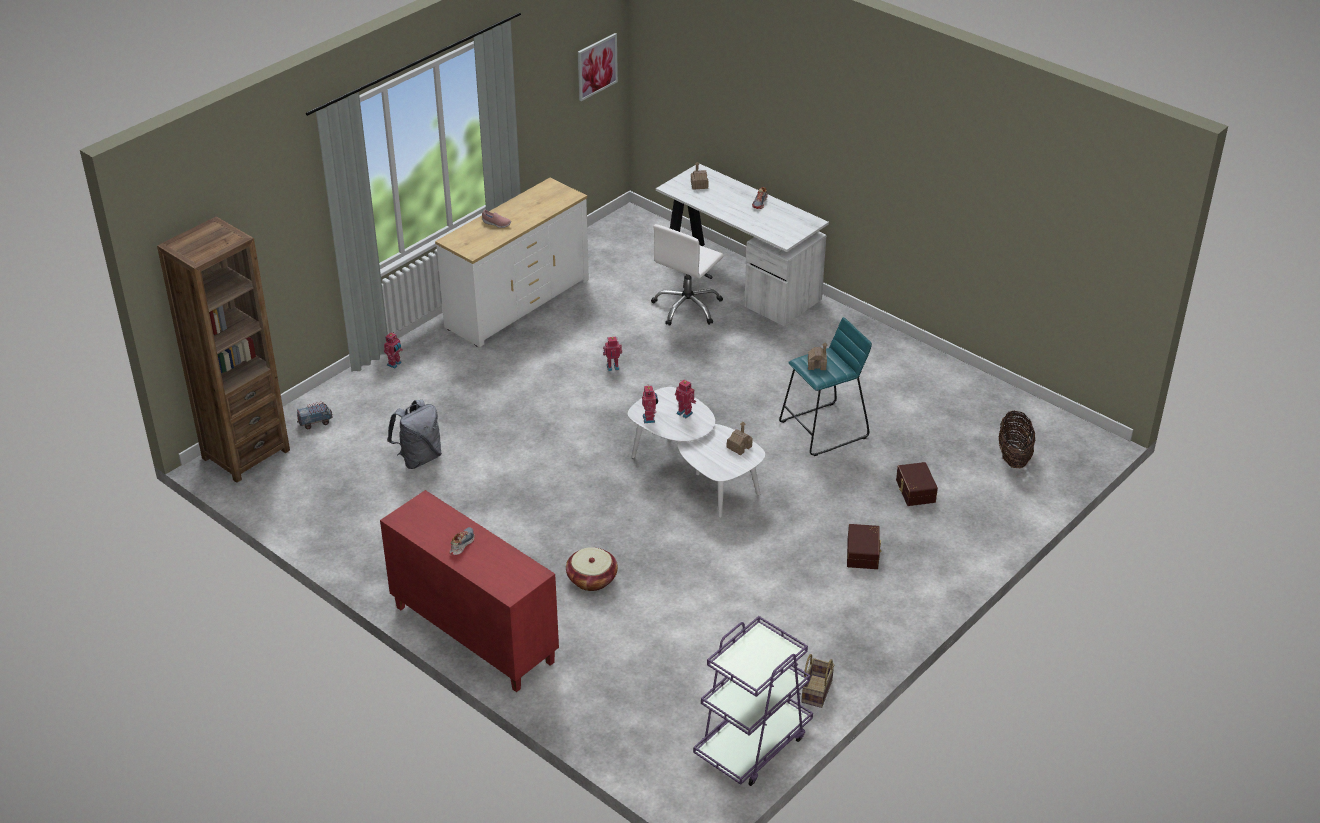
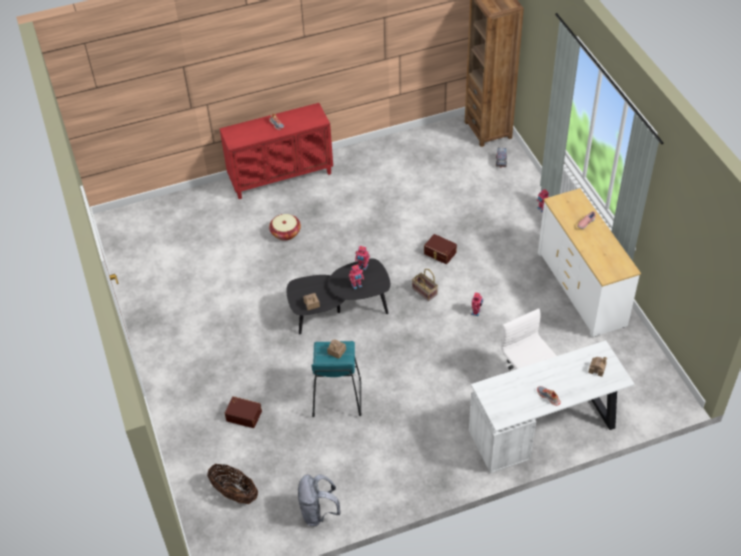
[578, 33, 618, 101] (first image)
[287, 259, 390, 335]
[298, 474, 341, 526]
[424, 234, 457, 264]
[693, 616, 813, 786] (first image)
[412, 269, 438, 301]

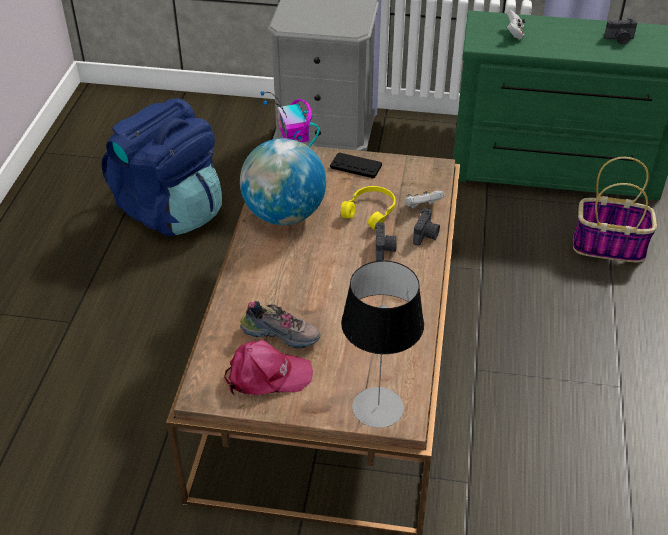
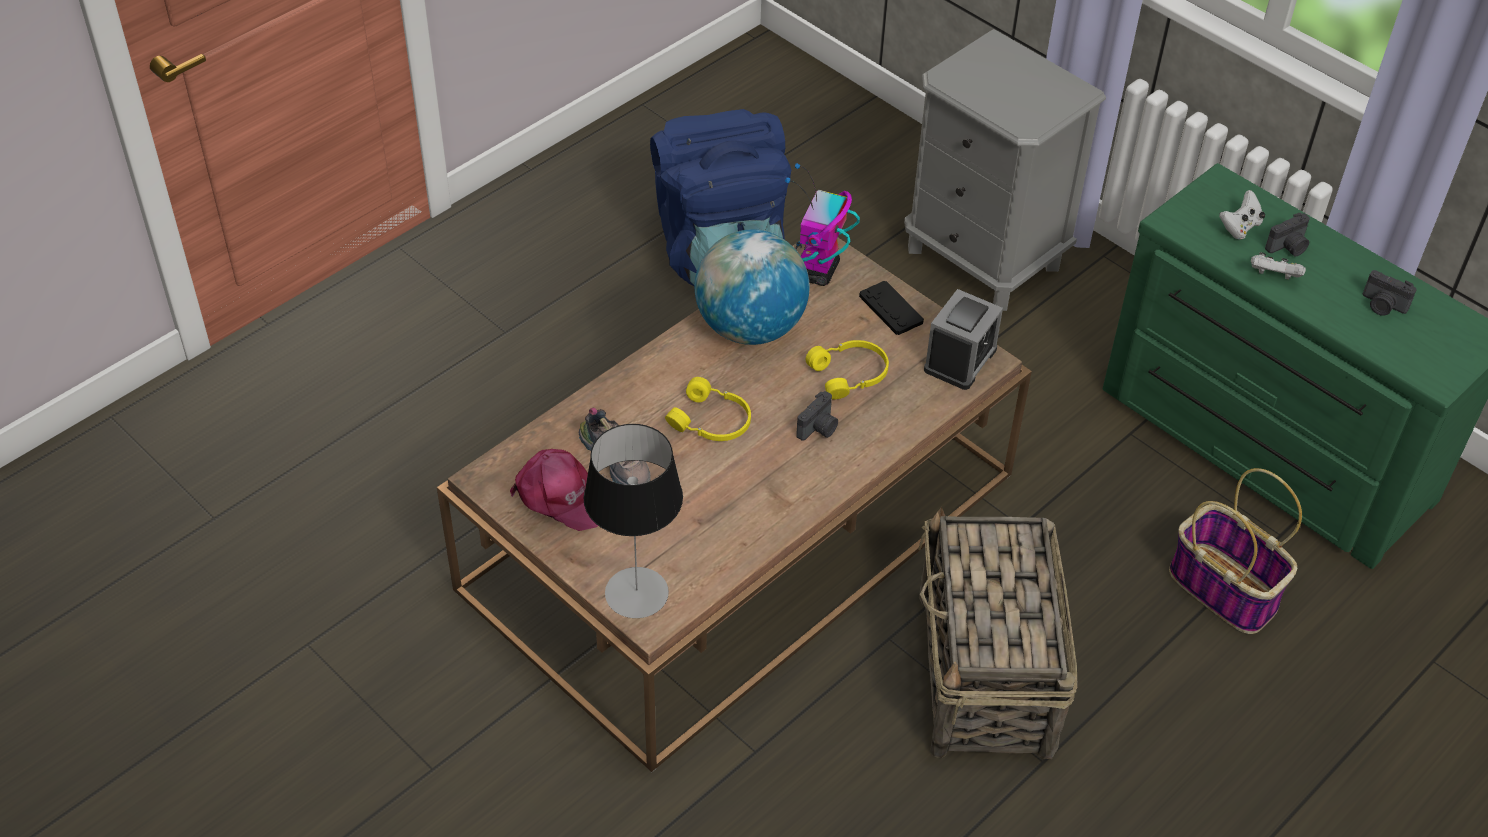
[1251, 252, 1306, 280]
[1265, 213, 1310, 256]
[924, 289, 1003, 390]
[665, 377, 751, 441]
[918, 507, 1078, 759]

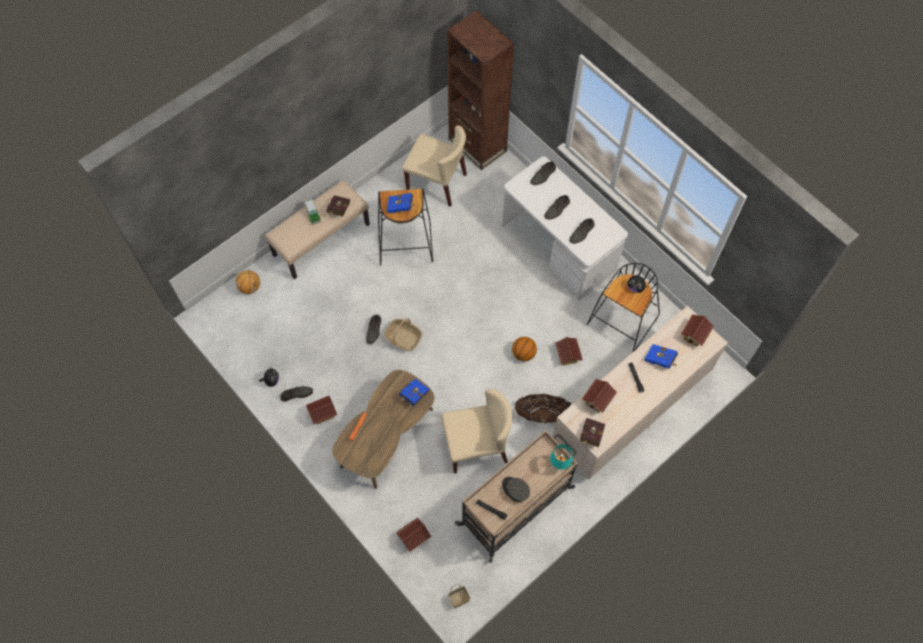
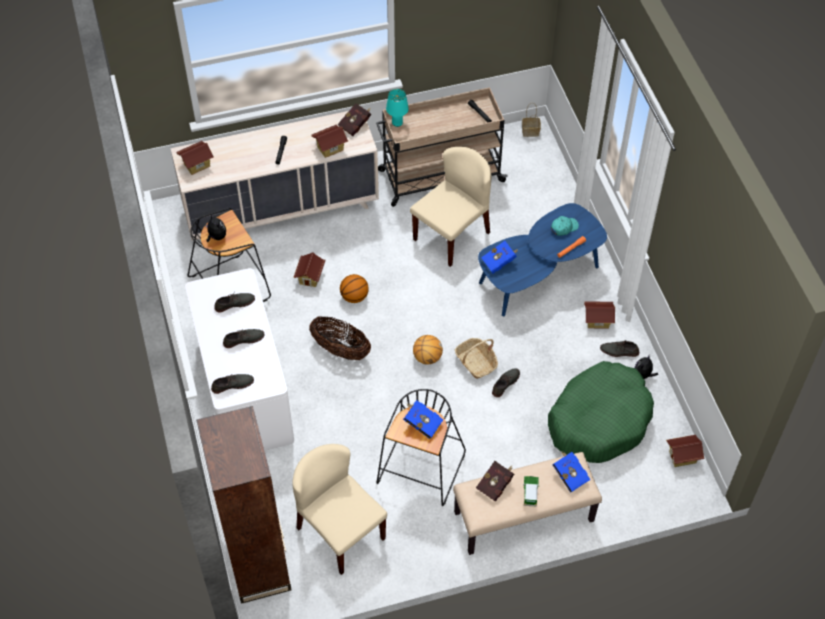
[413, 335, 443, 365]
[552, 451, 590, 493]
[478, 203, 607, 316]
[410, 147, 491, 267]
[309, 316, 371, 360]
[502, 477, 530, 502] (first image)
[666, 435, 705, 467]
[551, 216, 579, 236]
[548, 361, 654, 463]

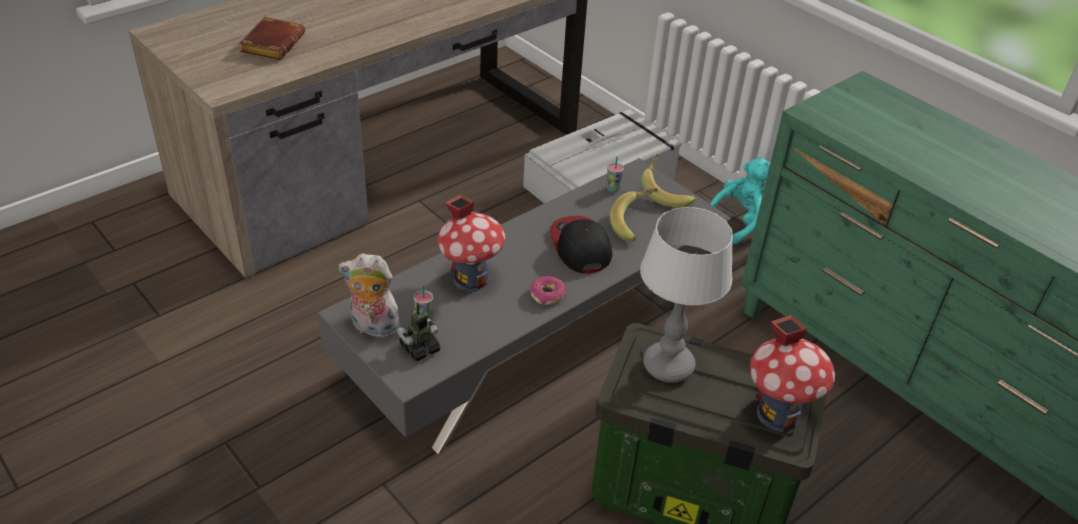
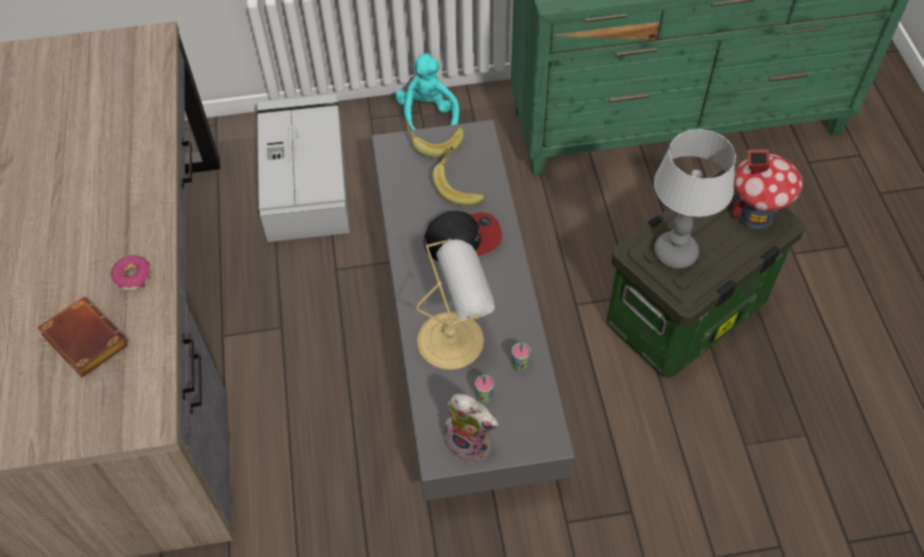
[512, 342, 531, 372]
[416, 239, 495, 370]
[423, 211, 502, 261]
[442, 394, 498, 464]
[111, 255, 150, 290]
[397, 303, 440, 361] (first image)

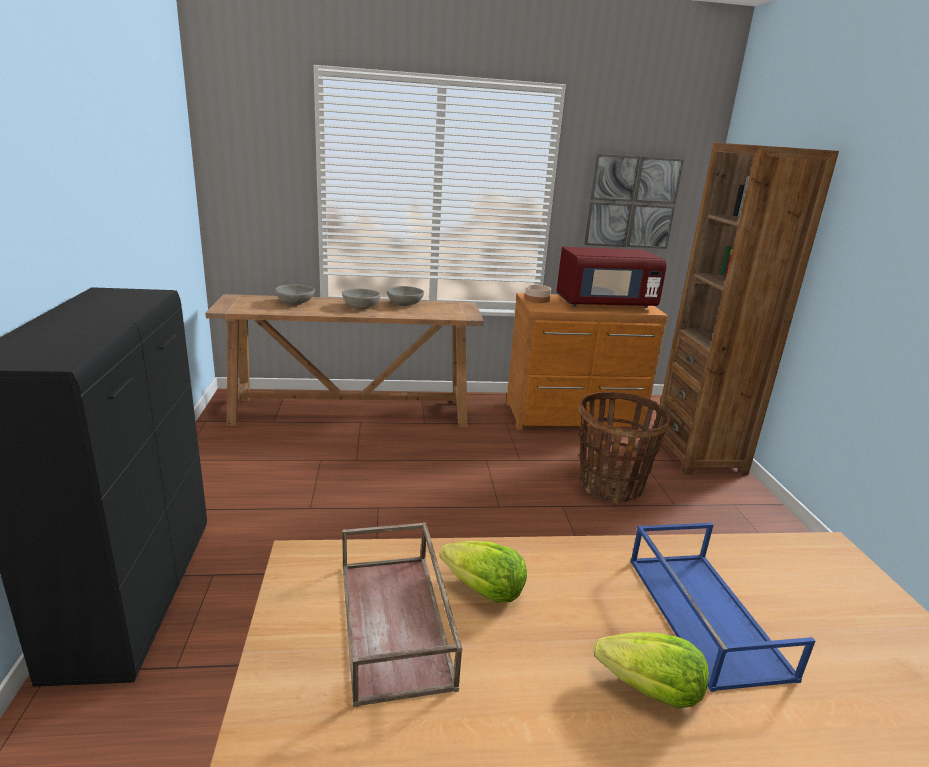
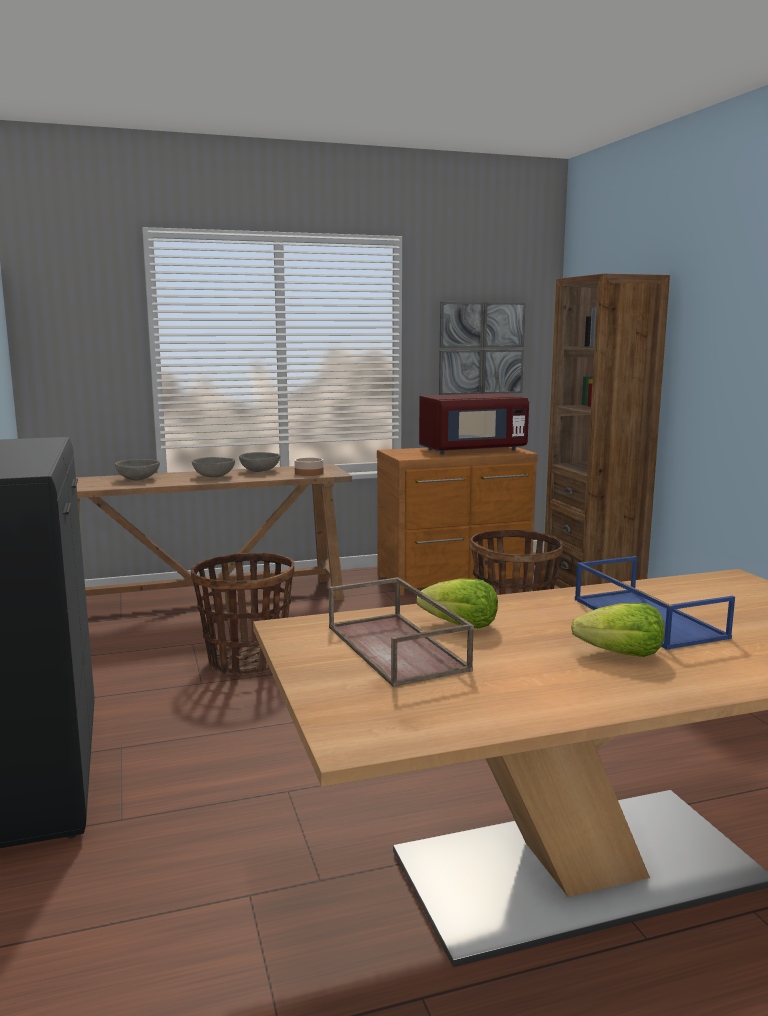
[294, 457, 324, 476]
[191, 553, 294, 675]

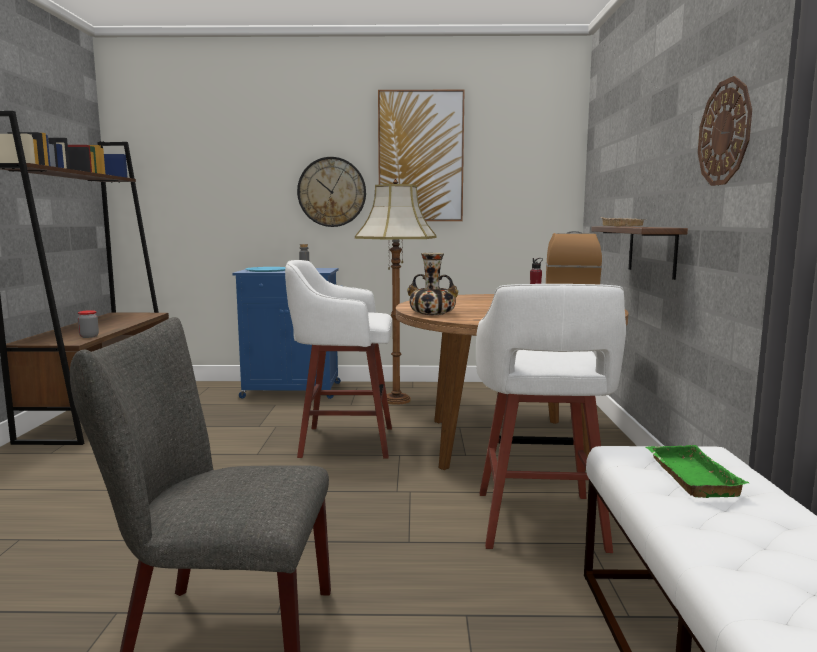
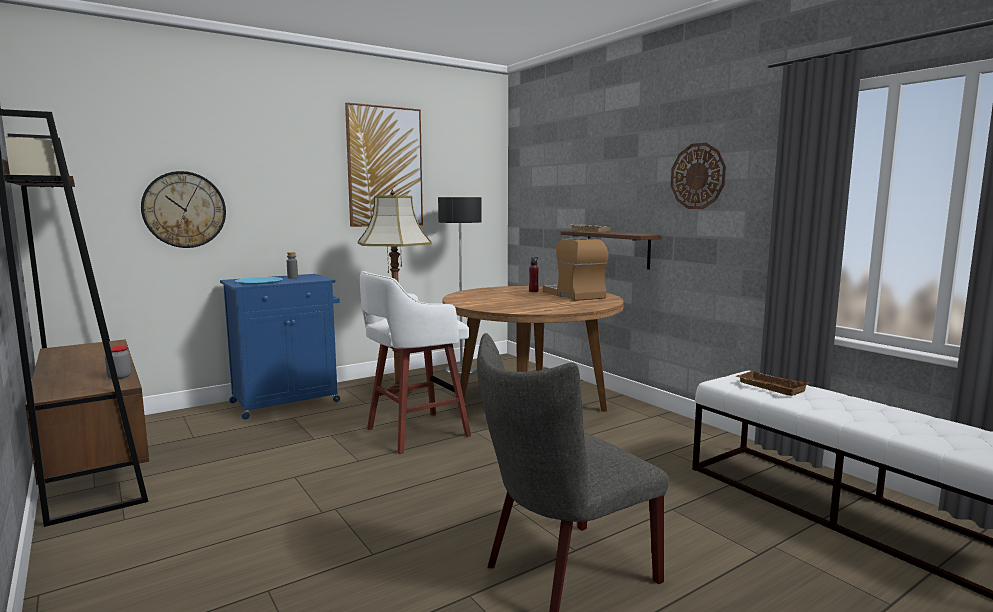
[141, 171, 226, 248]
[407, 253, 458, 315] (first image)
[476, 284, 626, 553] (first image)
[735, 371, 810, 396]
[438, 197, 482, 376]

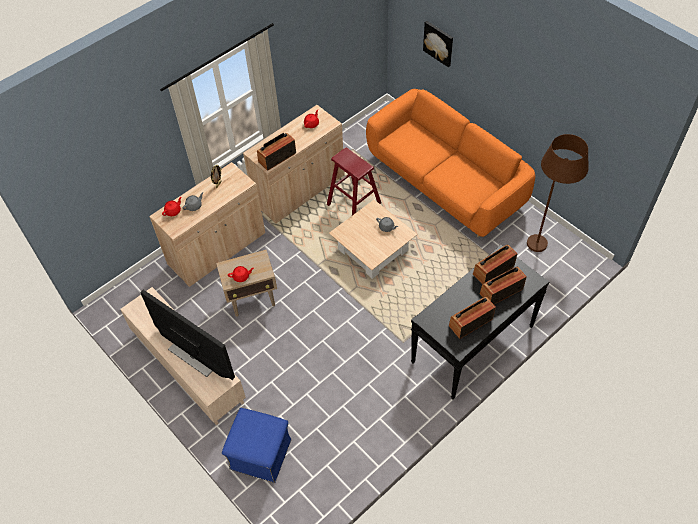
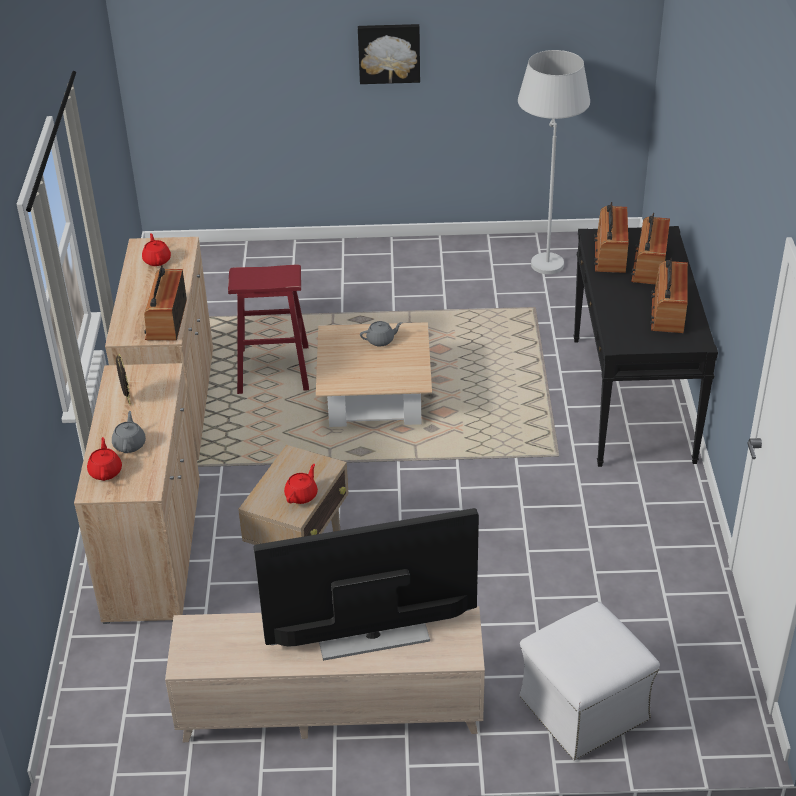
[358, 24, 420, 84]
[366, 89, 535, 237] (first image)
[518, 50, 590, 274]
[519, 601, 660, 760]

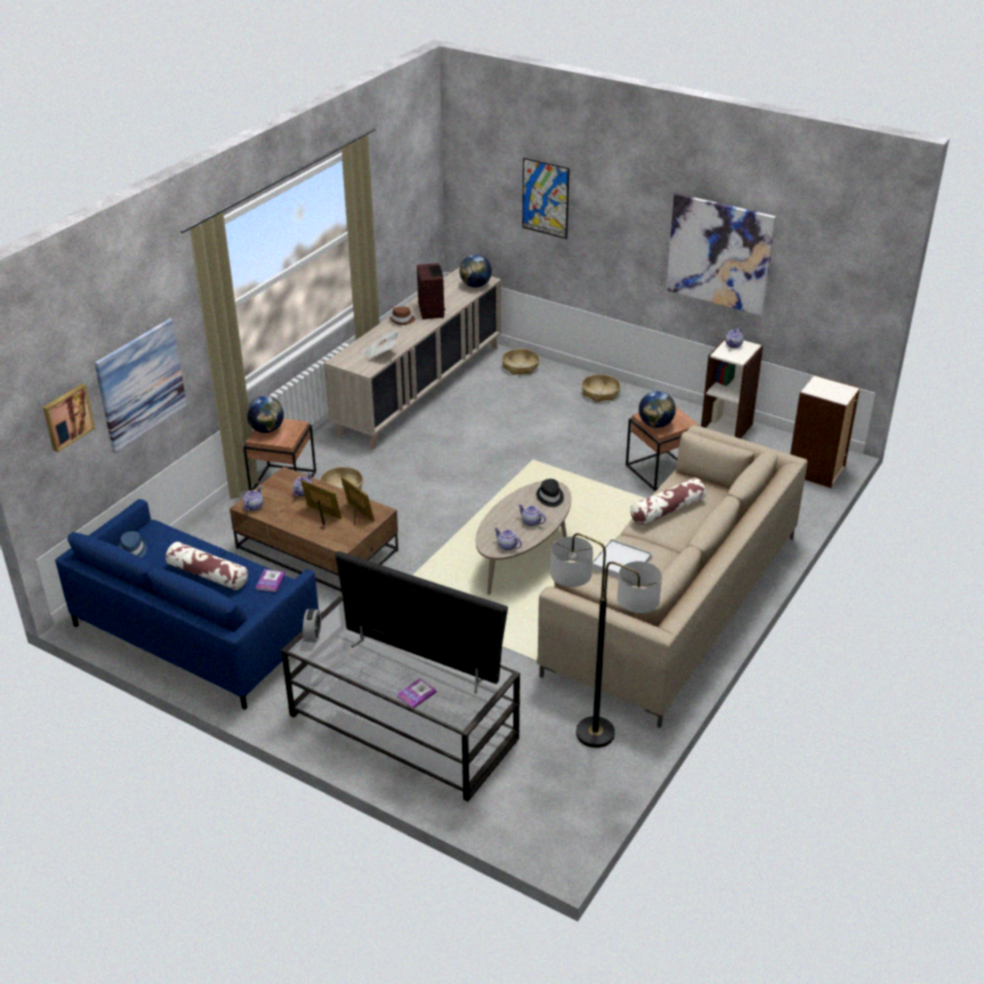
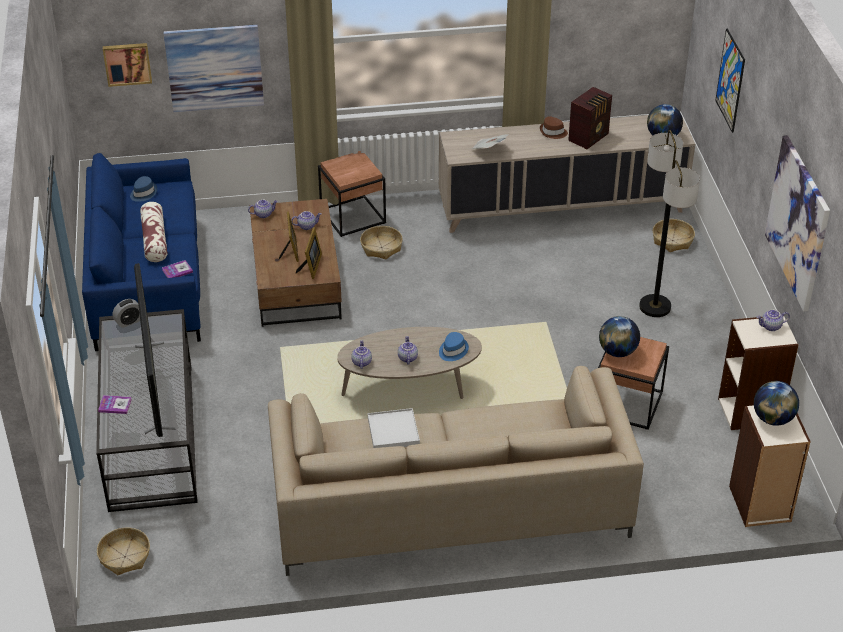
[97, 527, 150, 575]
[754, 381, 799, 426]
[630, 478, 706, 526] (first image)
[439, 332, 469, 361]
[639, 130, 700, 317]

